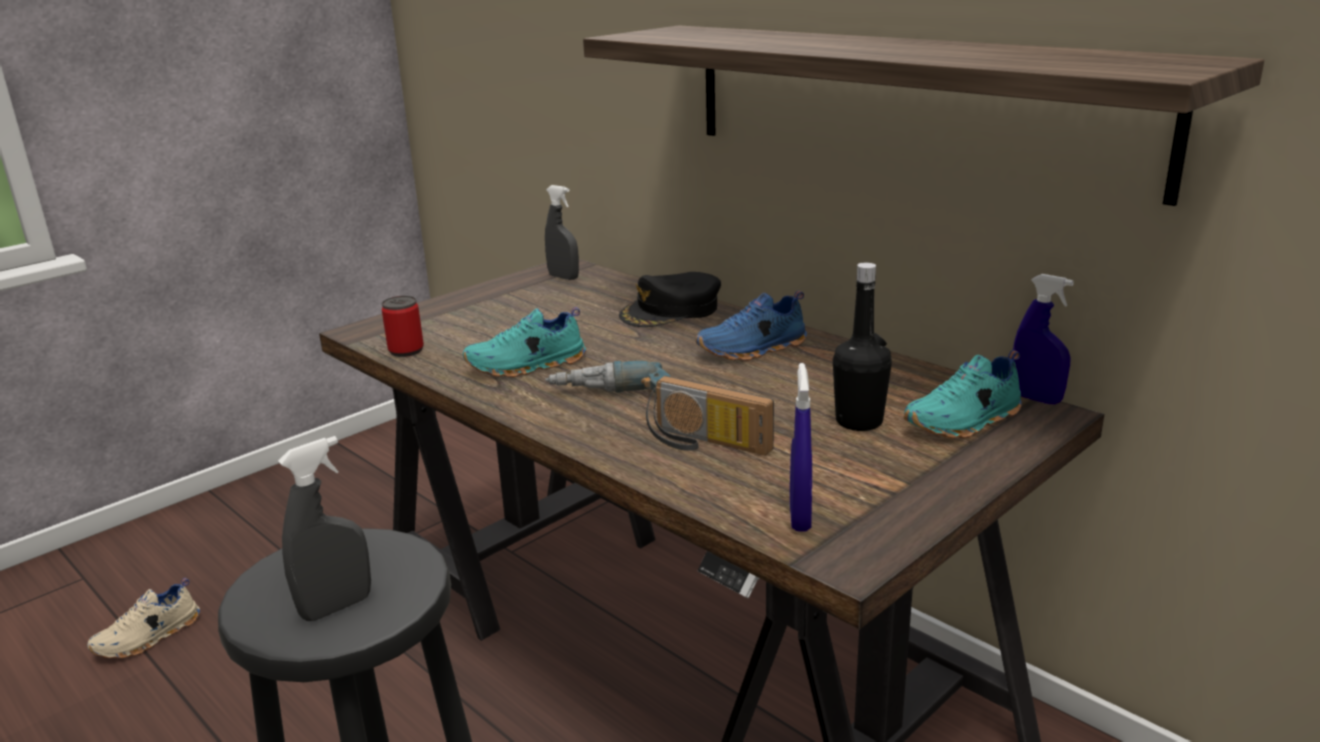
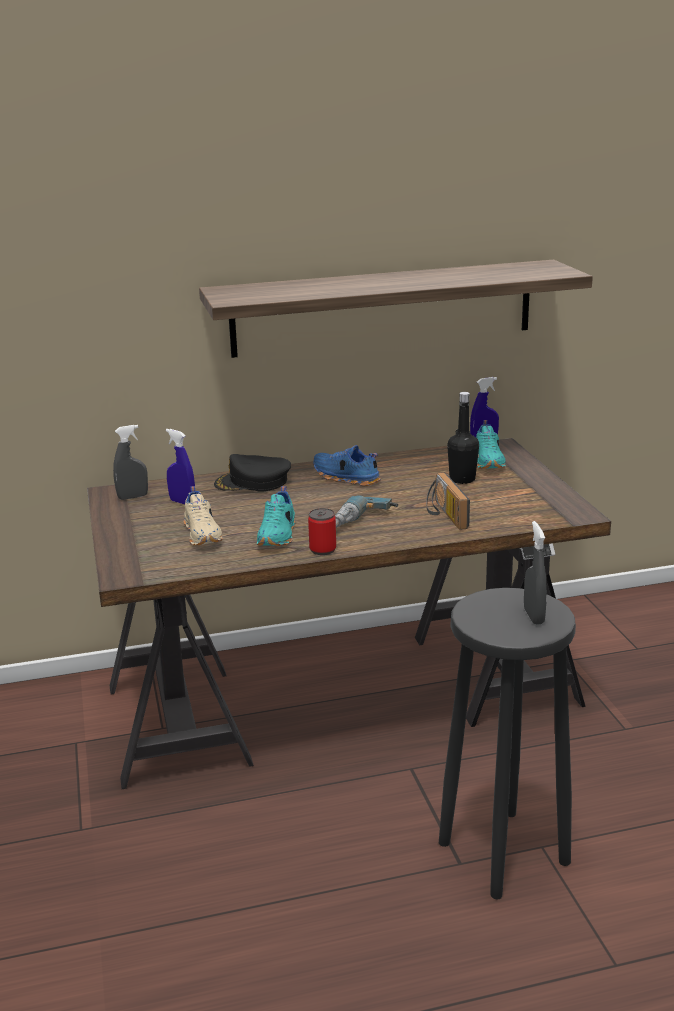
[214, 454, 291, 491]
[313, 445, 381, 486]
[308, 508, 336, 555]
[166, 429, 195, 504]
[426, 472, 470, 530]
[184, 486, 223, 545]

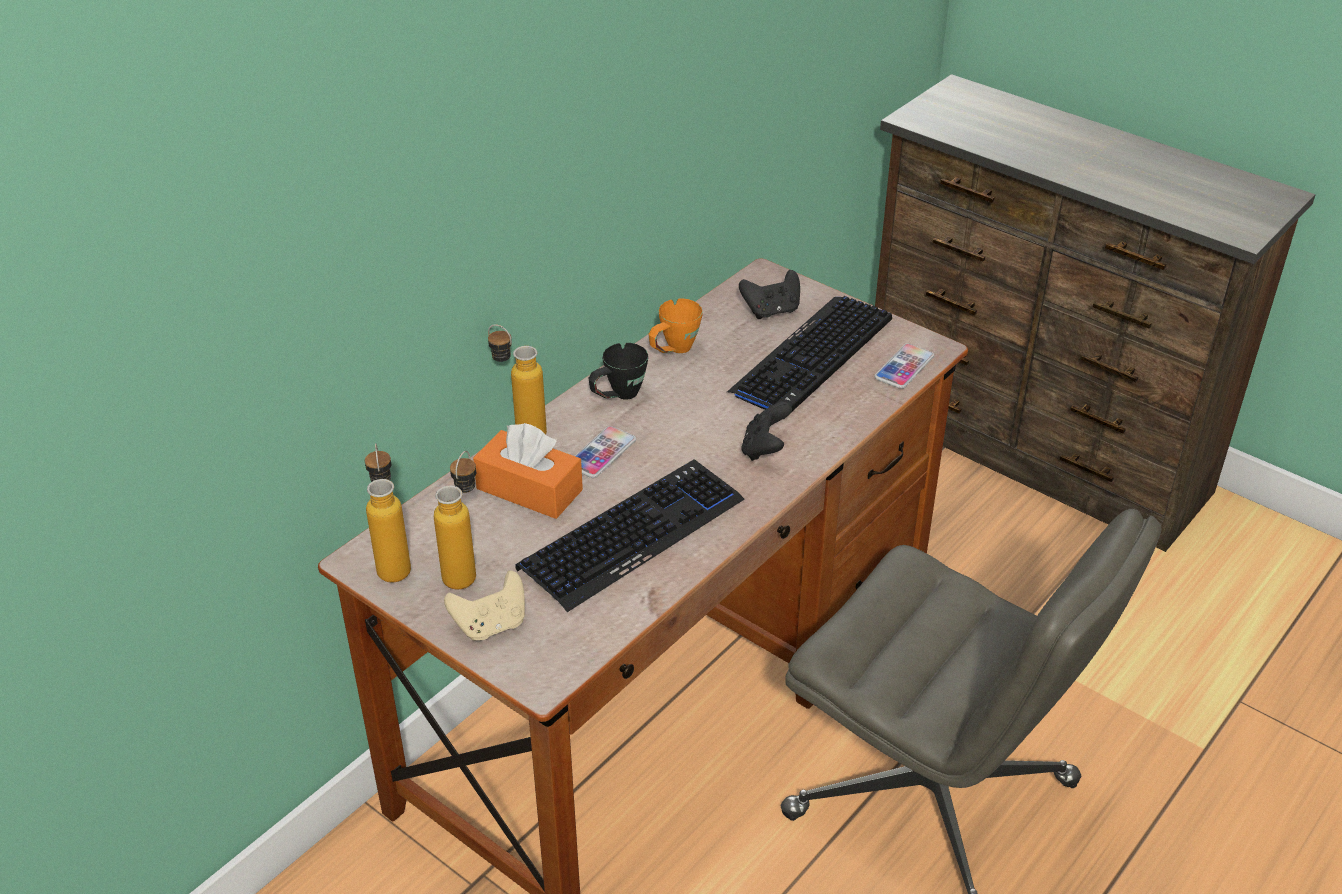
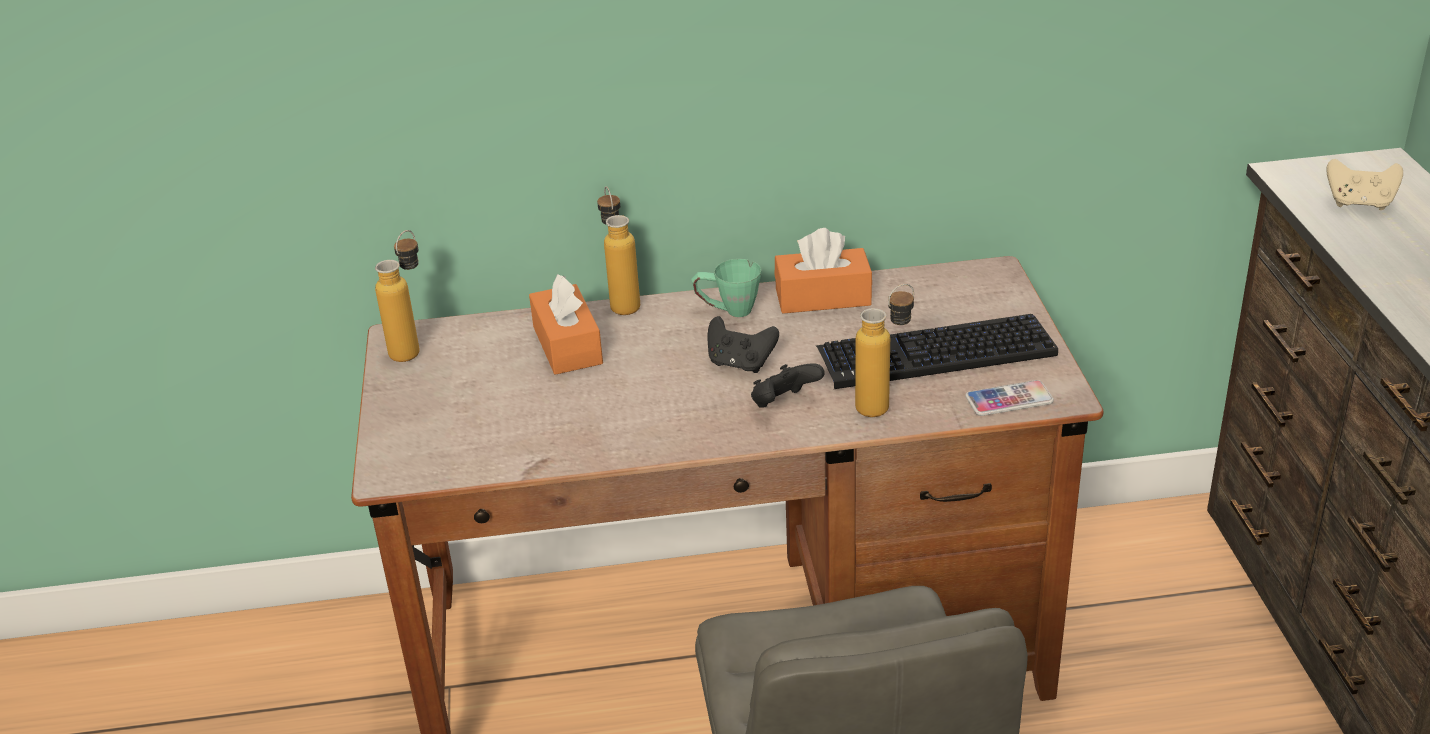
[708, 316, 779, 373]
[775, 228, 872, 314]
[692, 259, 761, 317]
[575, 426, 636, 478] (first image)
[855, 284, 914, 417]
[515, 459, 744, 612] (first image)
[1326, 159, 1403, 210]

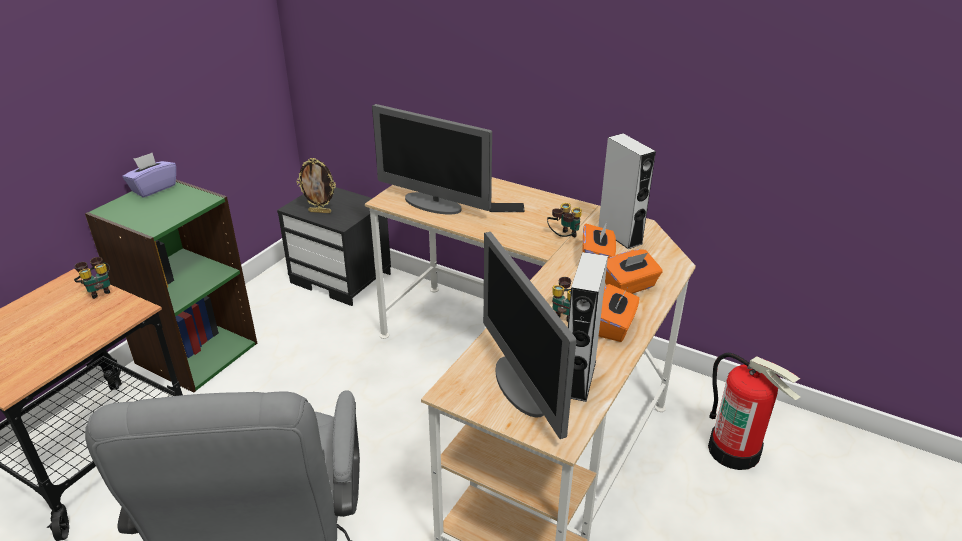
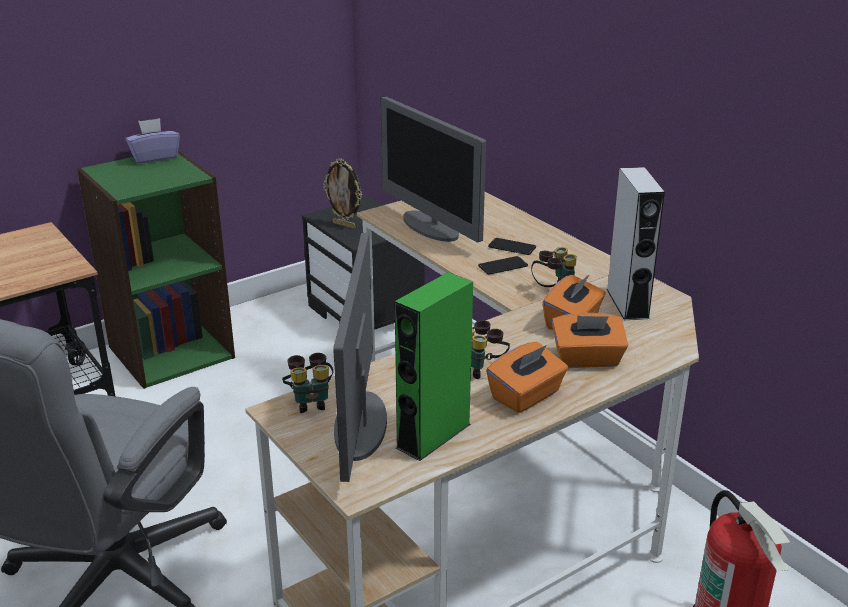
[395, 272, 473, 461]
[282, 353, 334, 413]
[478, 256, 528, 275]

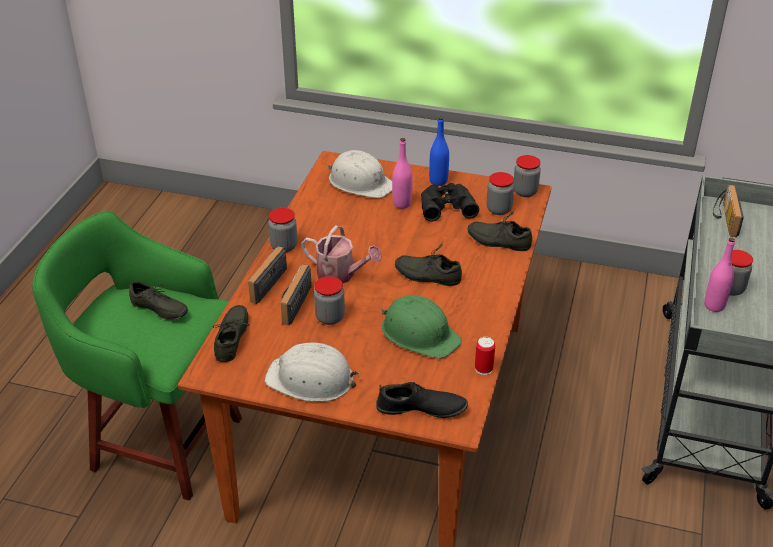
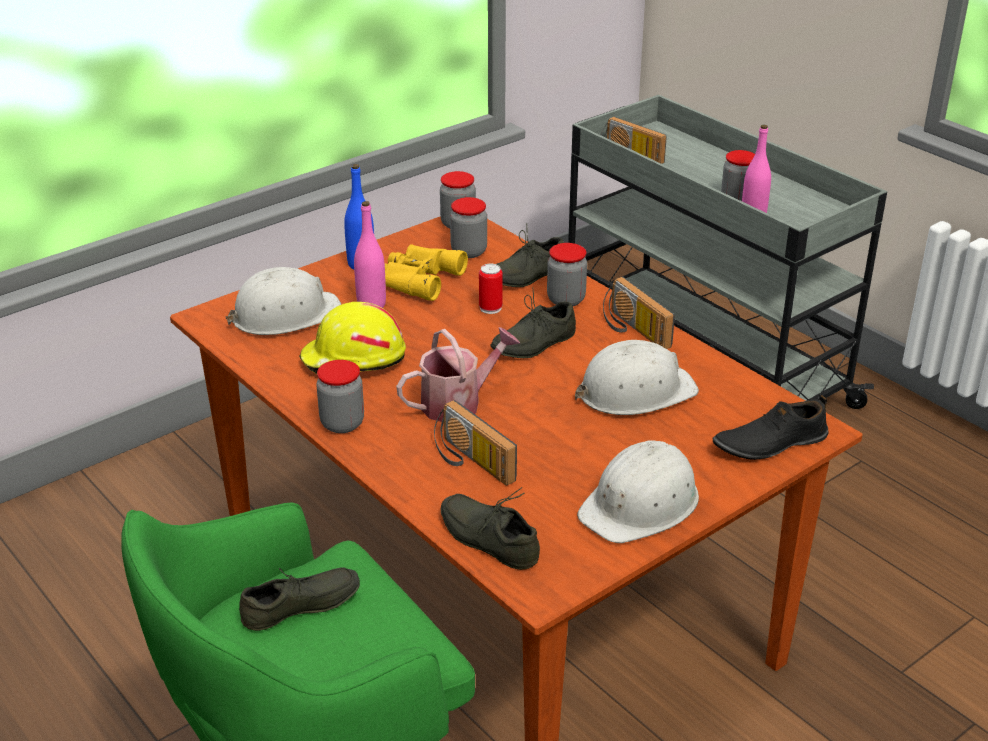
[385, 244, 468, 301]
[603, 277, 675, 349]
[547, 243, 587, 306]
[575, 340, 699, 415]
[479, 264, 503, 314]
[712, 395, 829, 460]
[299, 302, 406, 374]

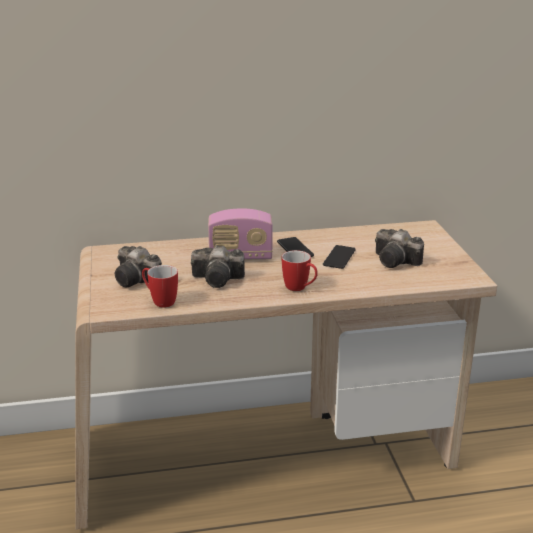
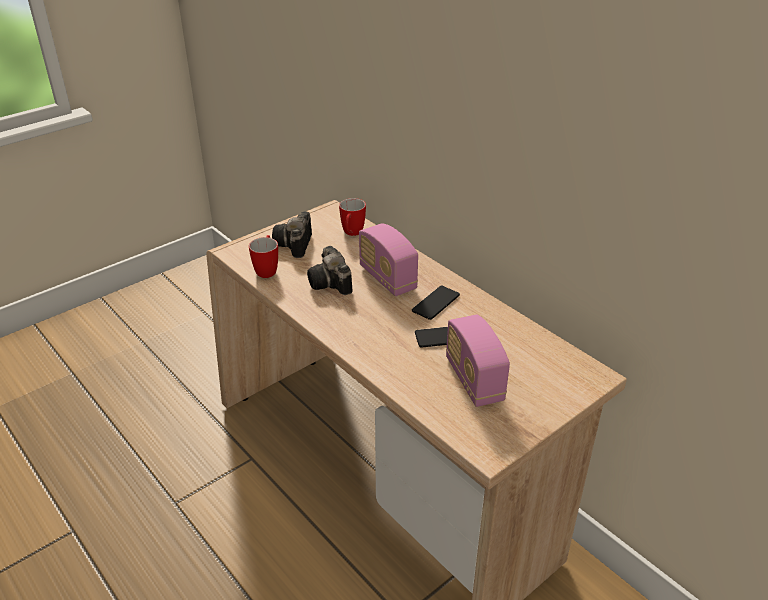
[446, 315, 510, 407]
[339, 198, 366, 236]

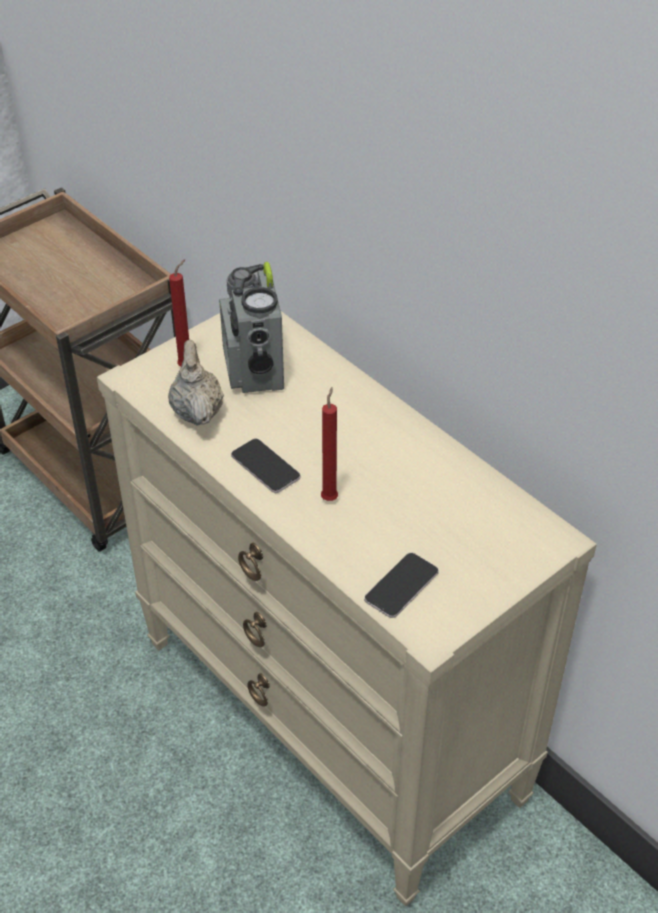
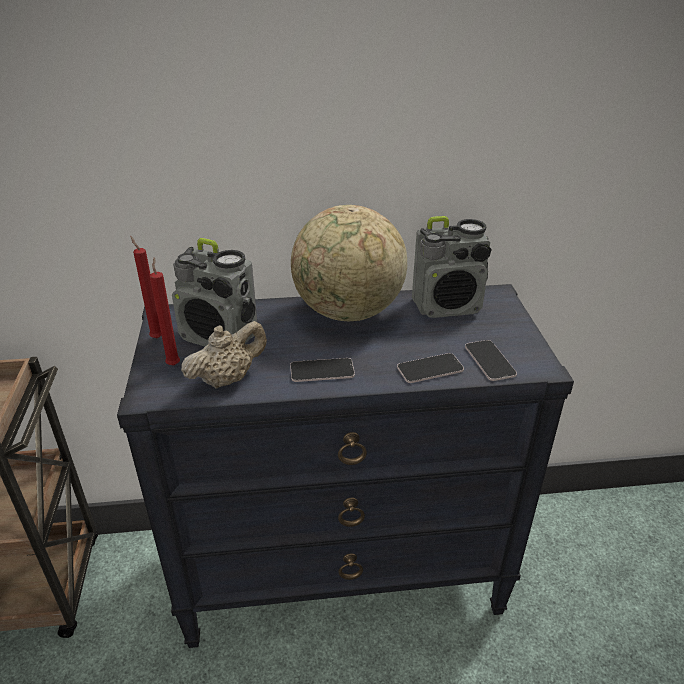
[117, 284, 574, 648]
[181, 321, 267, 389]
[130, 236, 162, 339]
[291, 205, 407, 321]
[412, 216, 492, 318]
[397, 353, 464, 383]

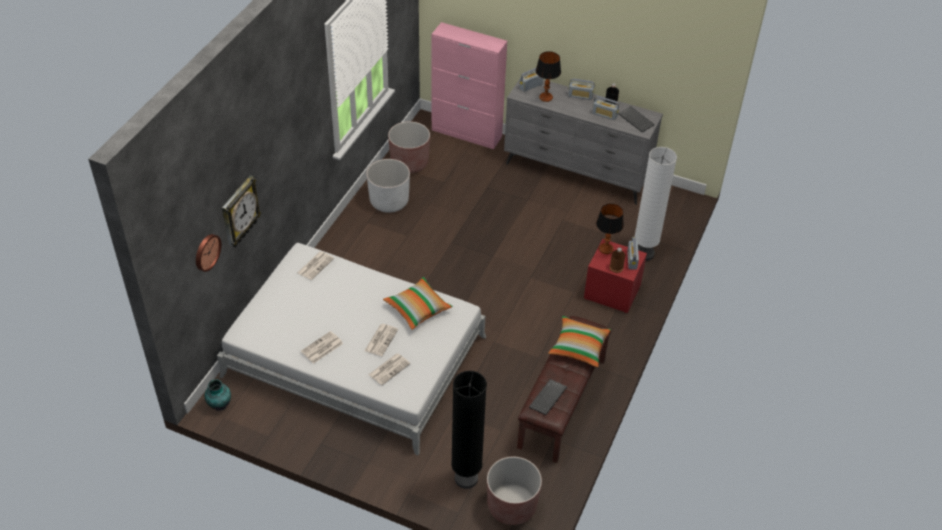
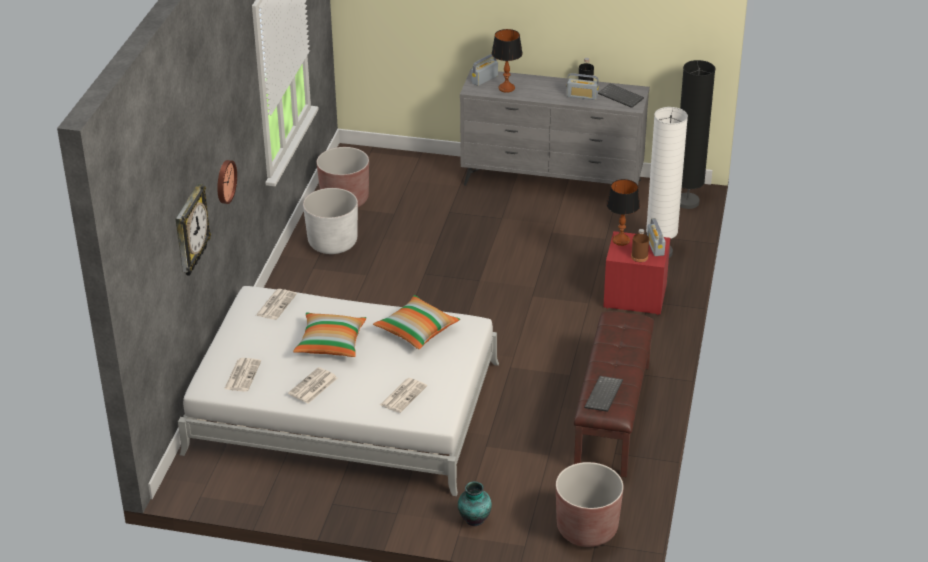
[432, 22, 507, 149] (first image)
[568, 78, 595, 100] (first image)
[217, 160, 237, 204]
[293, 312, 366, 357]
[224, 358, 261, 392]
[680, 60, 715, 209]
[458, 481, 492, 526]

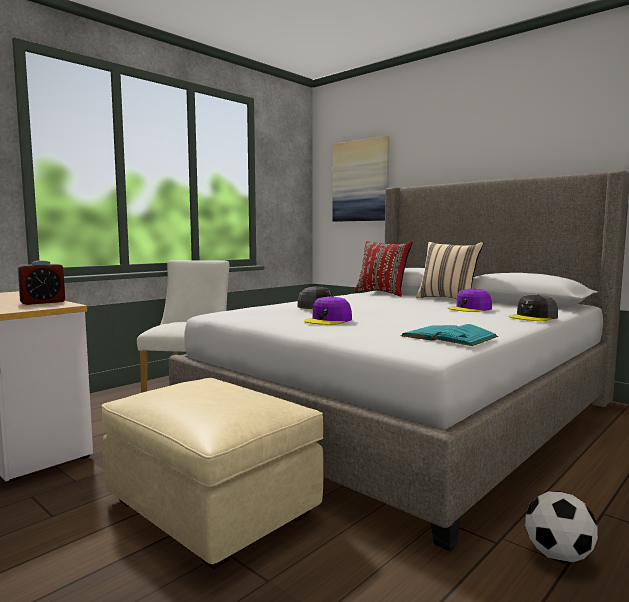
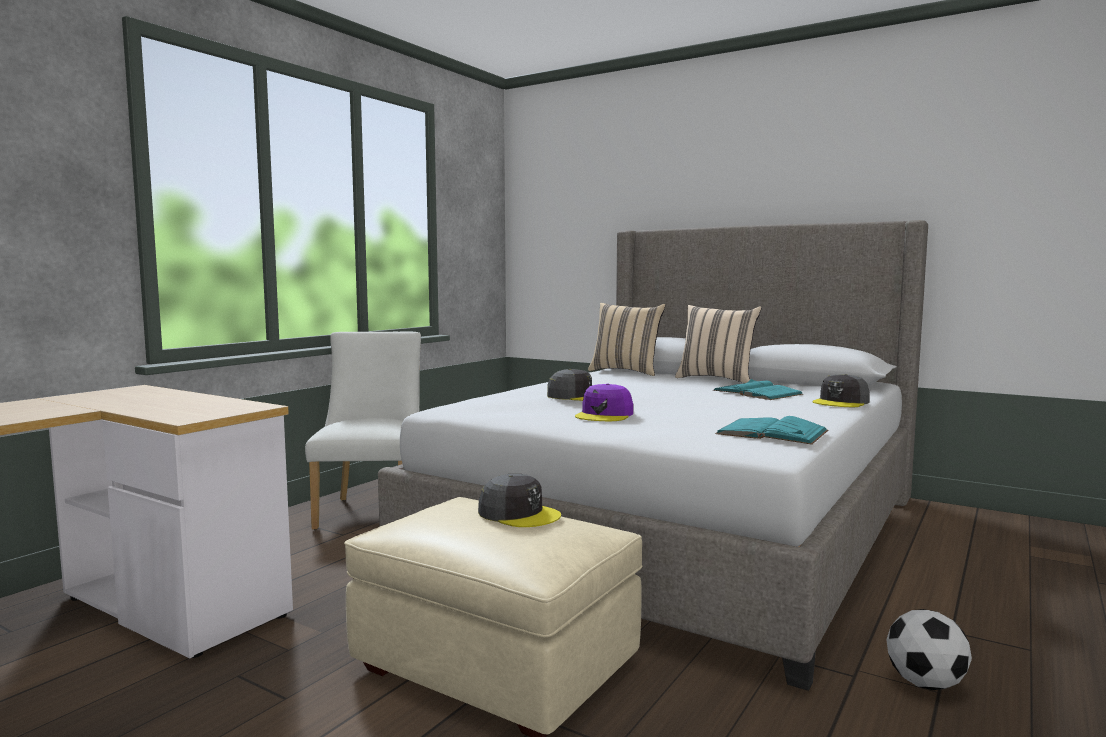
[332, 136, 390, 222] (first image)
[588, 303, 665, 376]
[18, 260, 65, 305] (first image)
[713, 379, 803, 400]
[478, 474, 561, 527]

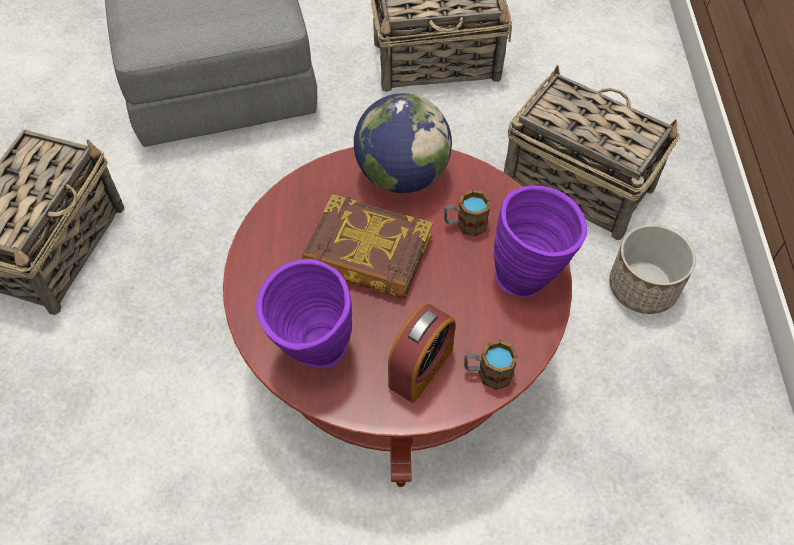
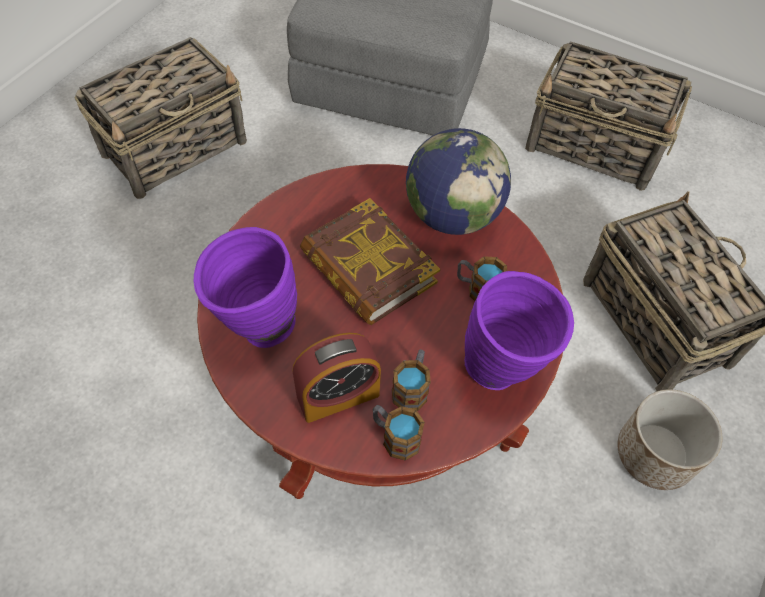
[392, 350, 431, 411]

